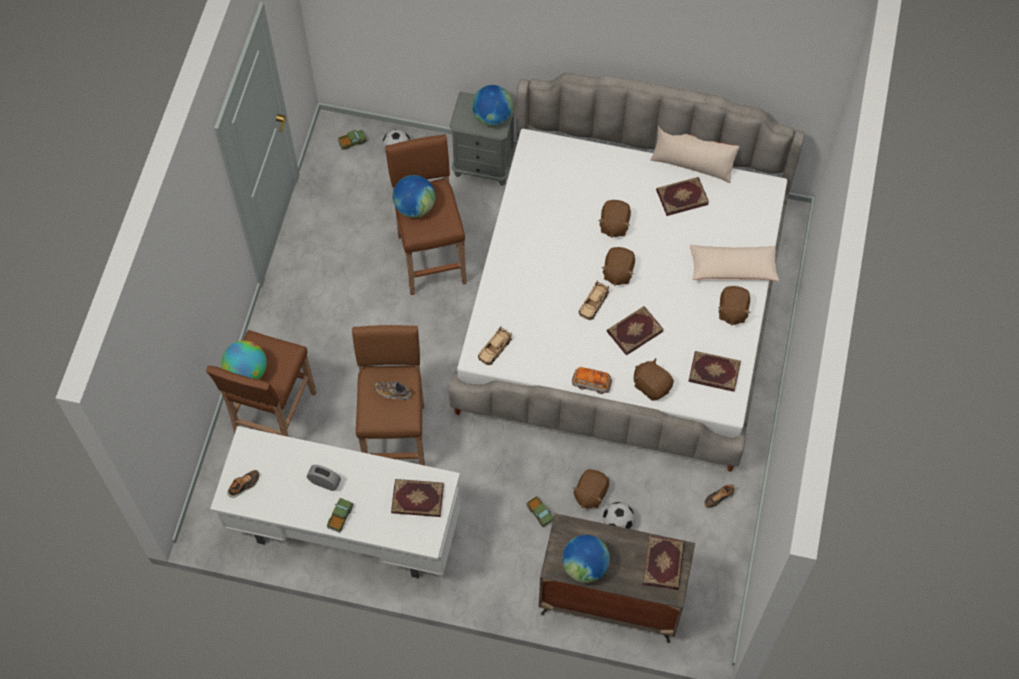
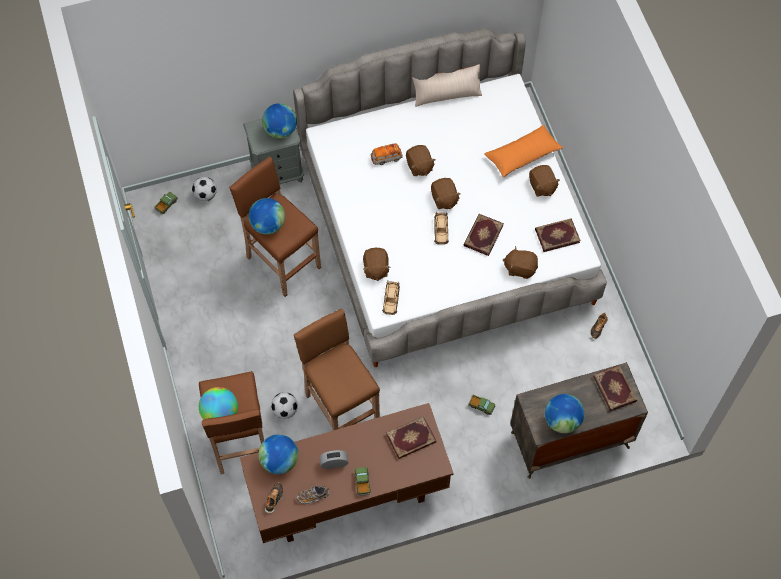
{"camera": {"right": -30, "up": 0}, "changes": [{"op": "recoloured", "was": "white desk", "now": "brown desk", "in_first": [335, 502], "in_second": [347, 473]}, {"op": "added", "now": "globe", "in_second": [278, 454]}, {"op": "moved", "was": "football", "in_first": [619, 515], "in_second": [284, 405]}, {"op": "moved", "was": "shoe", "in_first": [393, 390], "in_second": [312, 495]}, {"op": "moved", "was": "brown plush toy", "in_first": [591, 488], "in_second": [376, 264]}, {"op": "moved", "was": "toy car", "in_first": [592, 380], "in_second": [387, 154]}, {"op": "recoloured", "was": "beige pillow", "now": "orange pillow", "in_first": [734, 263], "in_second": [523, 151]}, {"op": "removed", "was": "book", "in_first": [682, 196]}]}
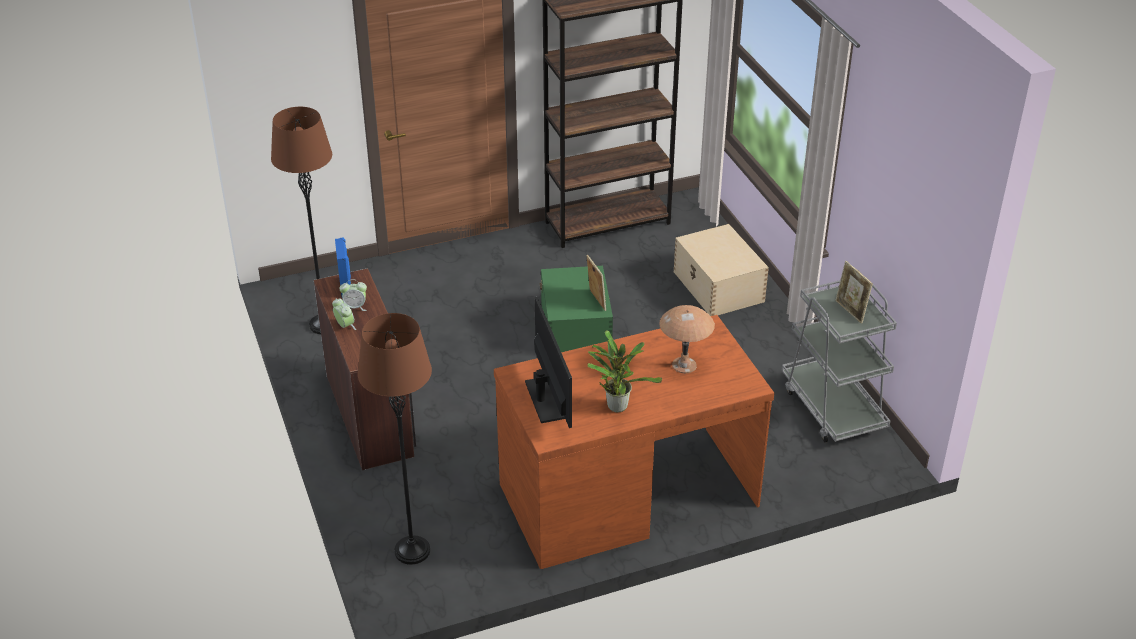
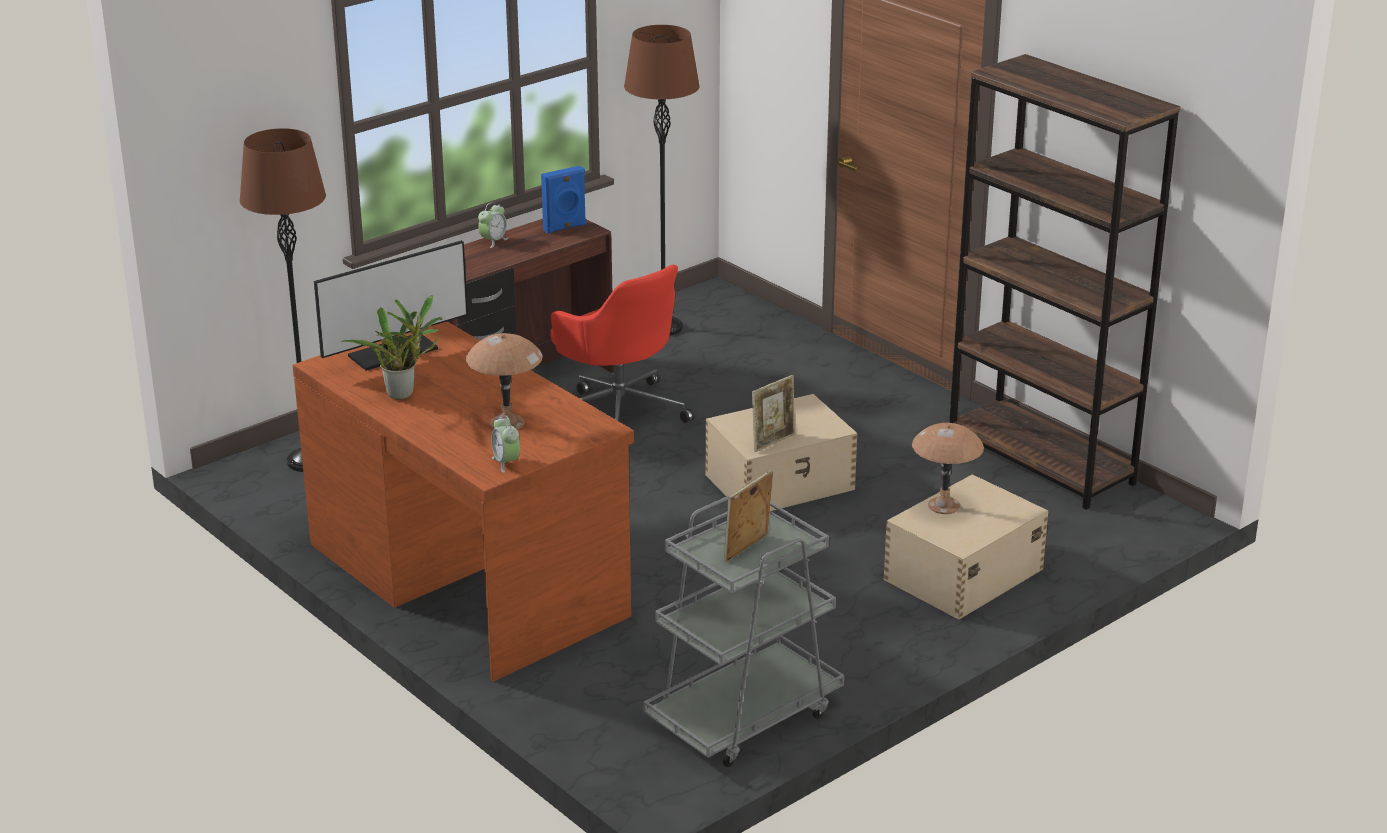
{"camera": {"right": 70, "up": -10}, "changes": [{"op": "moved", "was": "alarm clock", "in_first": [353, 295], "in_second": [505, 444]}, {"op": "added", "now": "red office chair", "in_second": [622, 343]}, {"op": "recoloured", "was": "green storage box", "now": "beige storage box", "in_first": [576, 309], "in_second": [781, 452]}, {"op": "added", "now": "brown table lamp", "in_second": [948, 468]}]}
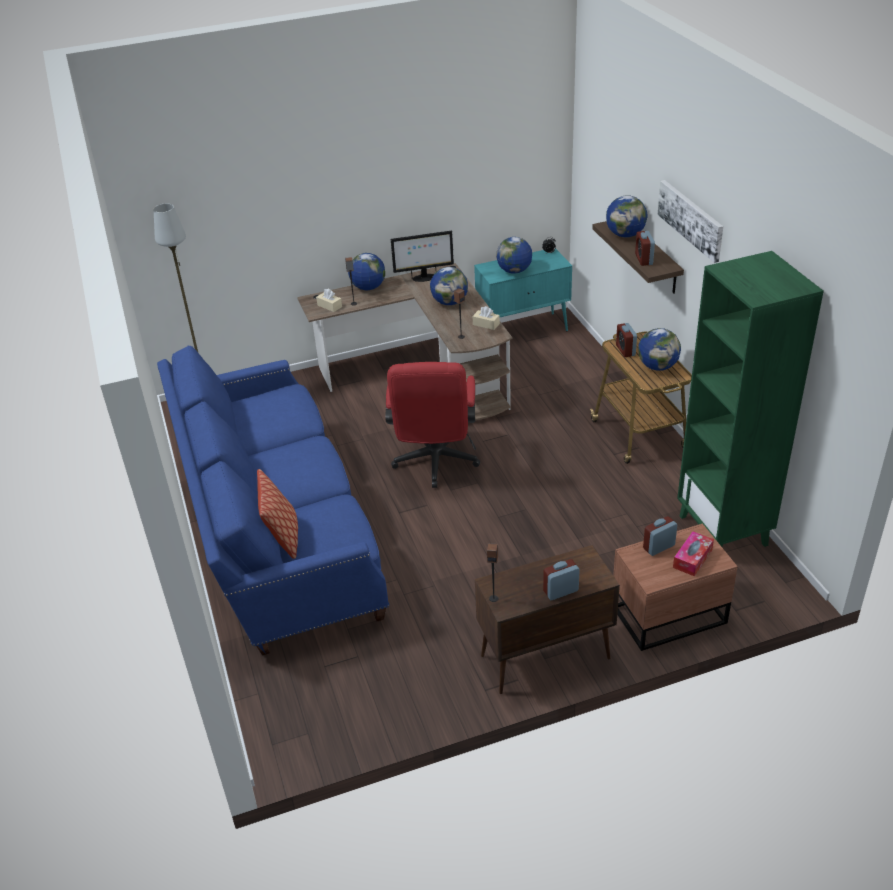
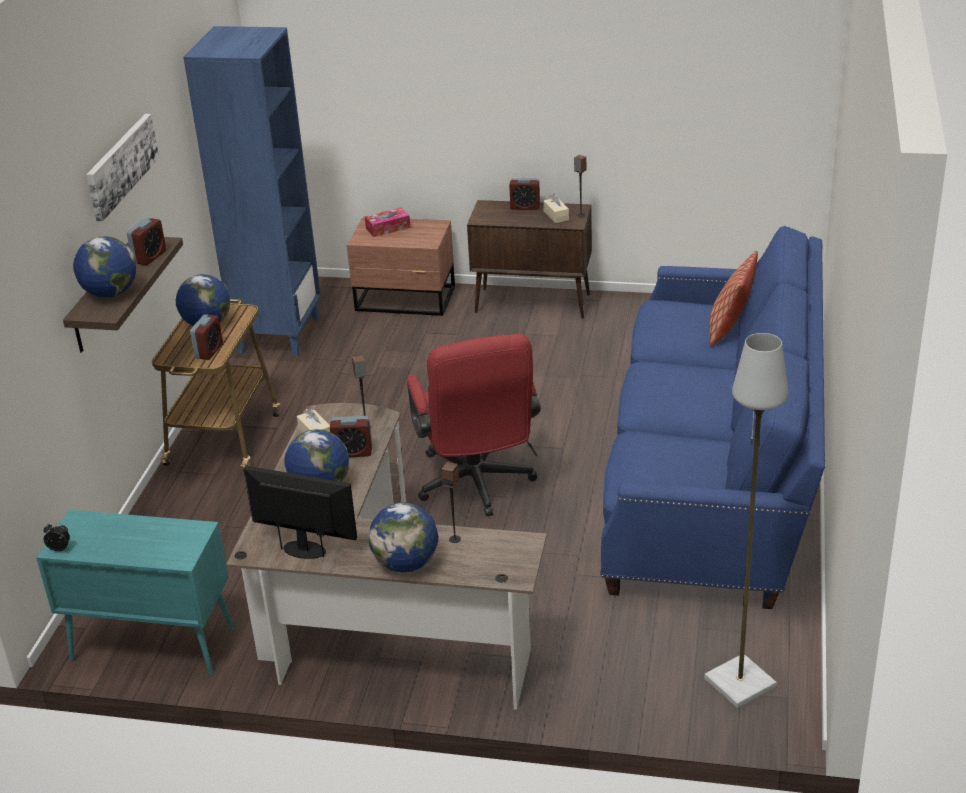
{"camera": {"right": -150, "up": -5}, "changes": [{"op": "recoloured", "was": "green bookcase", "now": "blue bookcase", "in_first": [750, 399], "in_second": [252, 191]}, {"op": "moved", "was": "alarm clock", "in_first": [660, 536], "in_second": [351, 436]}, {"op": "turned", "was": "red office chair", "in_first": [432, 425], "in_second": [474, 425], "clockwise": 135}, {"op": "moved", "was": "beige tissue box", "in_first": [329, 300], "in_second": [556, 208]}, {"op": "removed", "was": "globe", "in_first": [514, 255]}]}
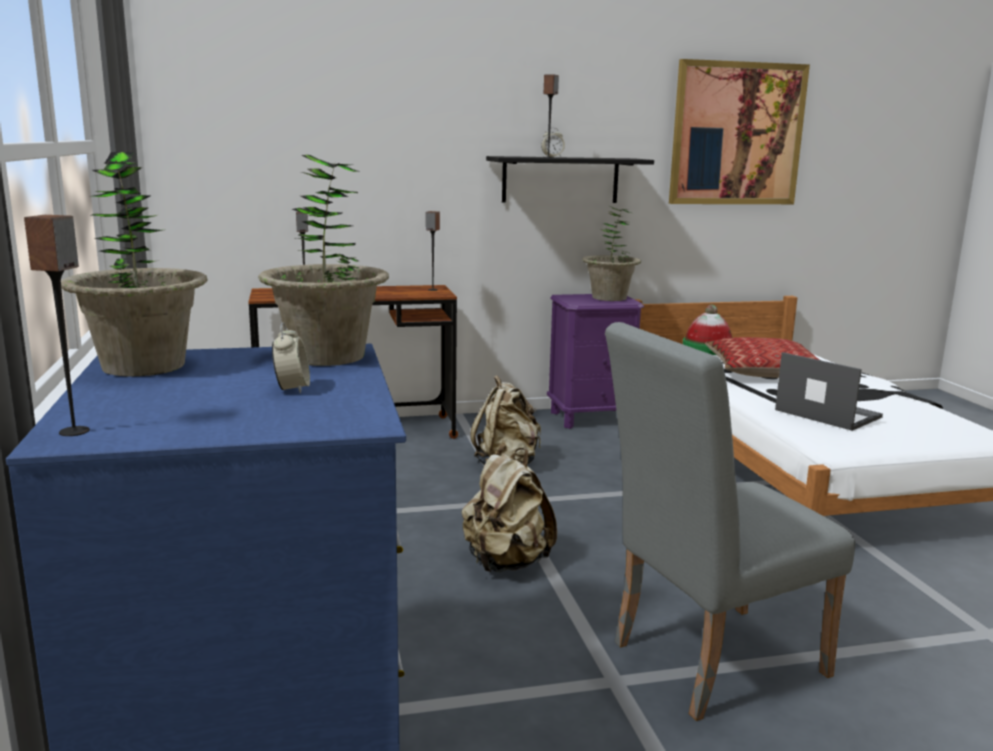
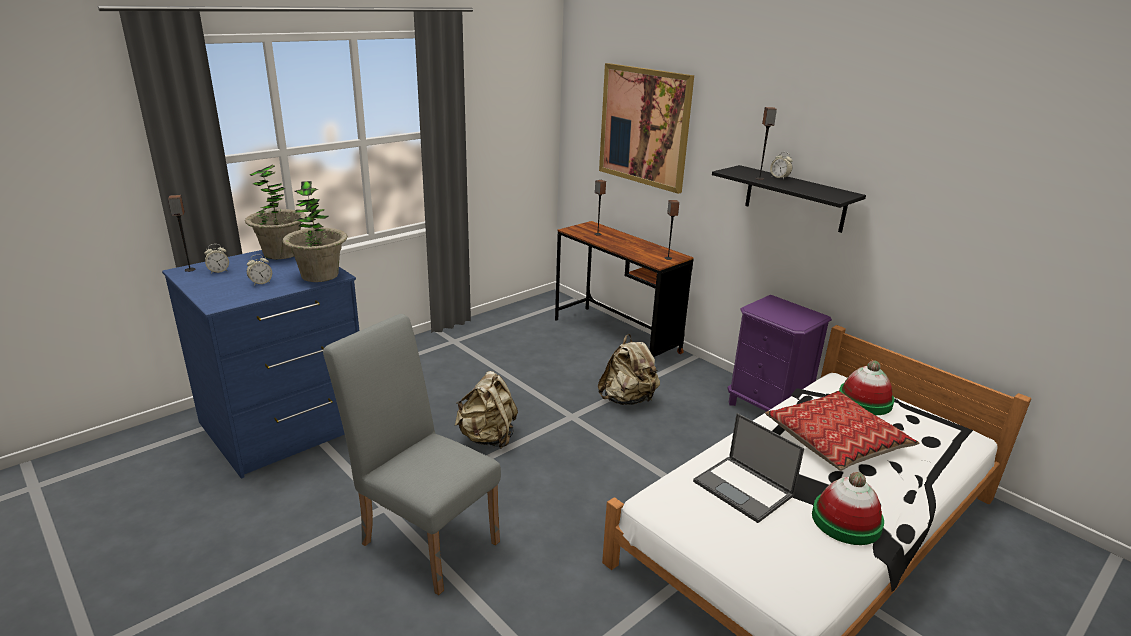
{"camera": {"right": 60, "up": 10}, "changes": [{"op": "added", "now": "alarm clock", "in_second": [216, 259]}, {"op": "moved", "was": "picture", "in_first": [739, 131], "in_second": [646, 128]}, {"op": "turned", "was": "laptop", "in_first": [829, 391], "in_second": [748, 468], "clockwise": 120}, {"op": "added", "now": "hat", "in_second": [848, 508]}, {"op": "removed", "was": "potted plant", "in_first": [611, 253]}]}
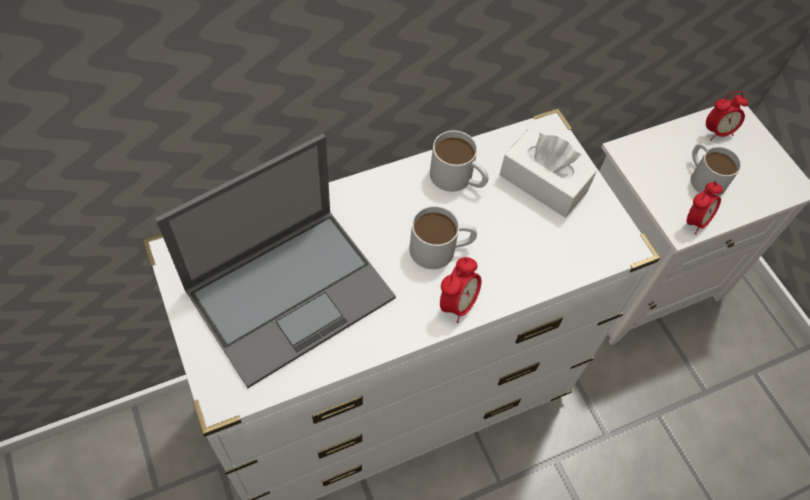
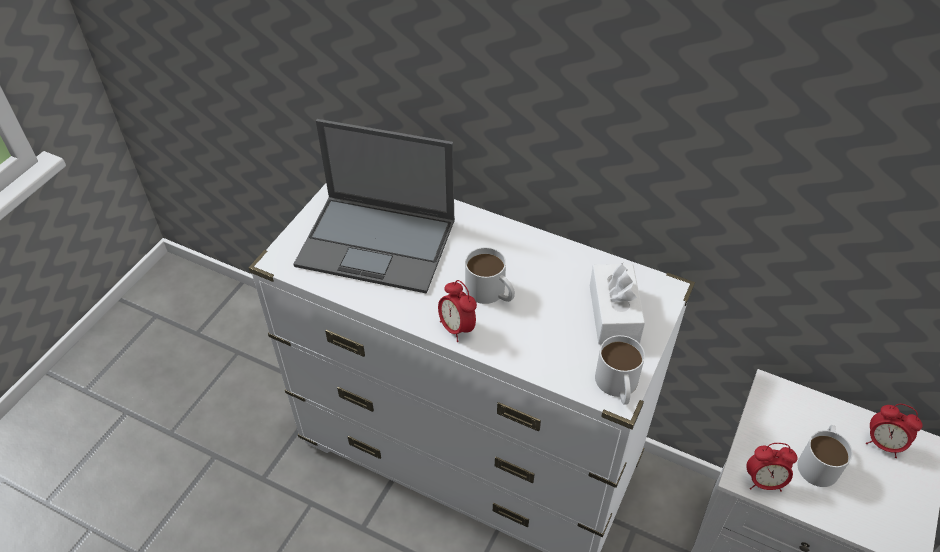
{"camera": {"right": 55, "up": -10}, "changes": [{"op": "turned", "was": "alarm clock", "in_first": [460, 290], "in_second": [457, 311], "clockwise": 60}, {"op": "moved", "was": "white mug", "in_first": [459, 161], "in_second": [620, 370]}]}
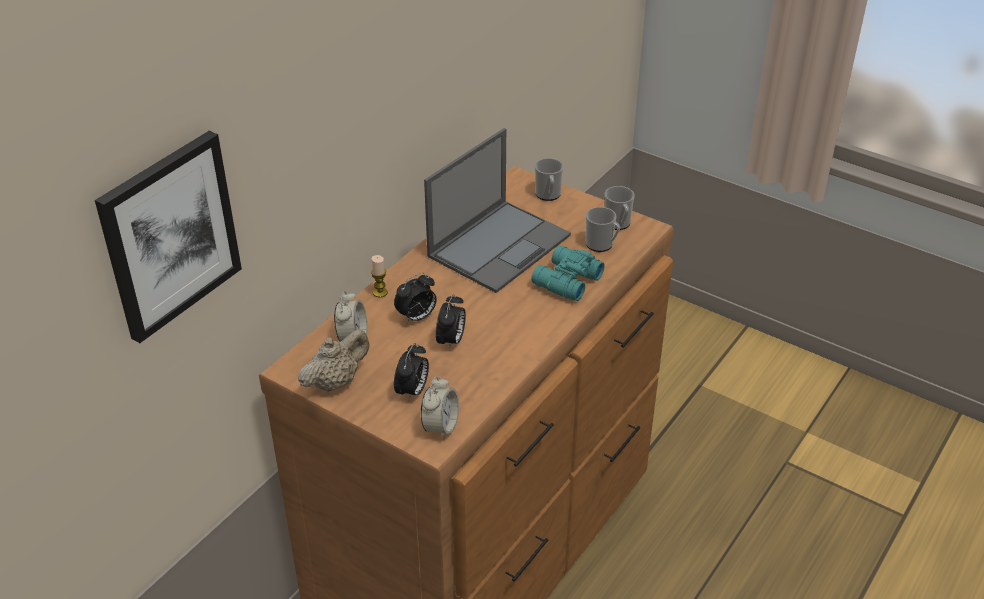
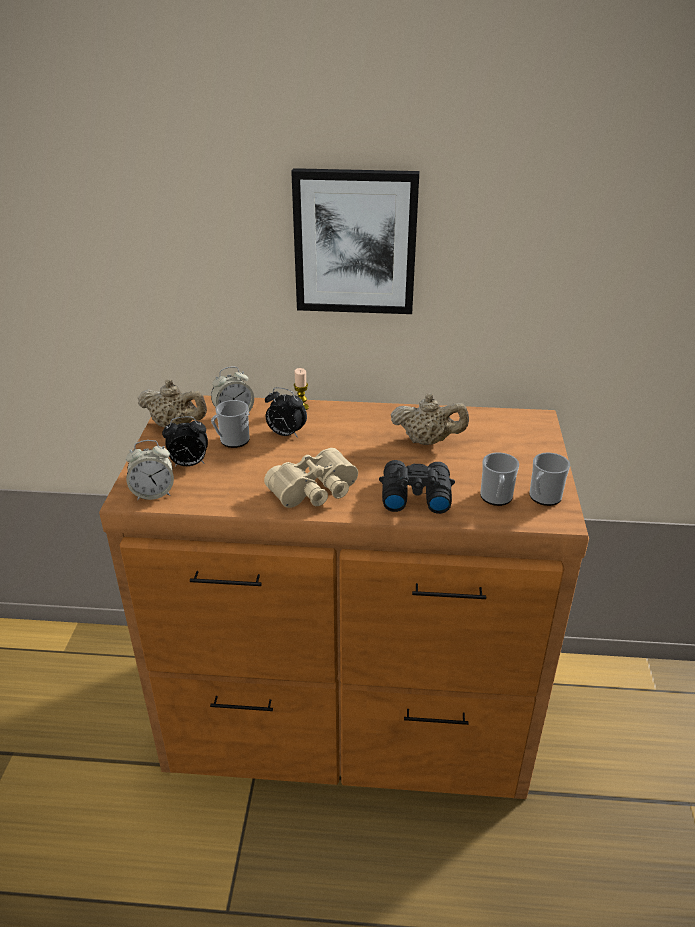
{"camera": {"right": 60, "up": -5}, "changes": [{"op": "moved", "was": "mug", "in_first": [549, 179], "in_second": [230, 424]}, {"op": "added", "now": "beige binoculars", "in_second": [311, 478]}, {"op": "moved", "was": "picture", "in_first": [168, 237], "in_second": [355, 241]}, {"op": "recoloured", "was": "turquoise binoculars", "now": "black binoculars", "in_first": [568, 273], "in_second": [417, 487]}, {"op": "replaced", "was": "laptop", "now": "beige teapot", "in_first": [497, 210], "in_second": [430, 419]}, {"op": "removed", "was": "alarm clock", "in_first": [451, 322]}]}
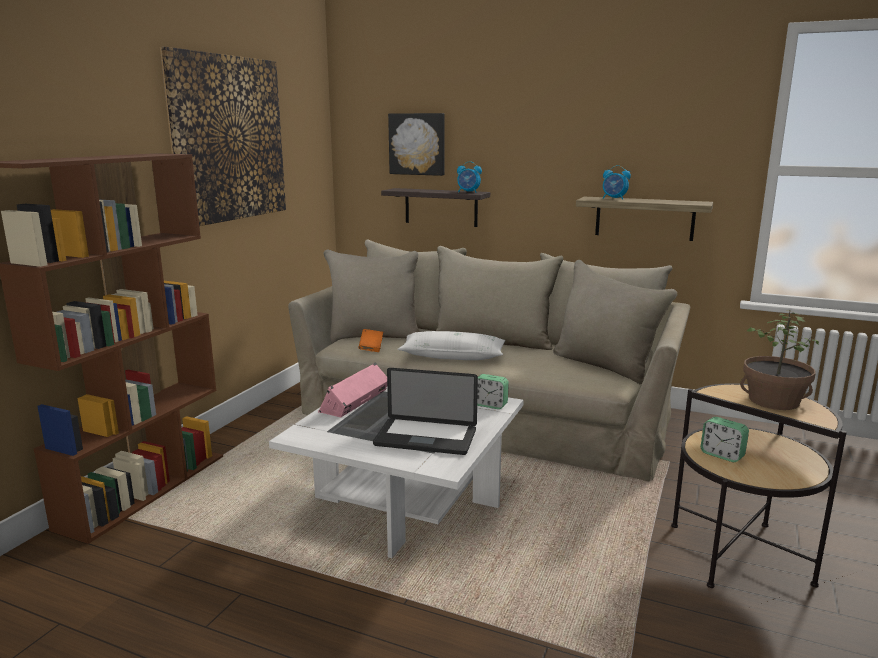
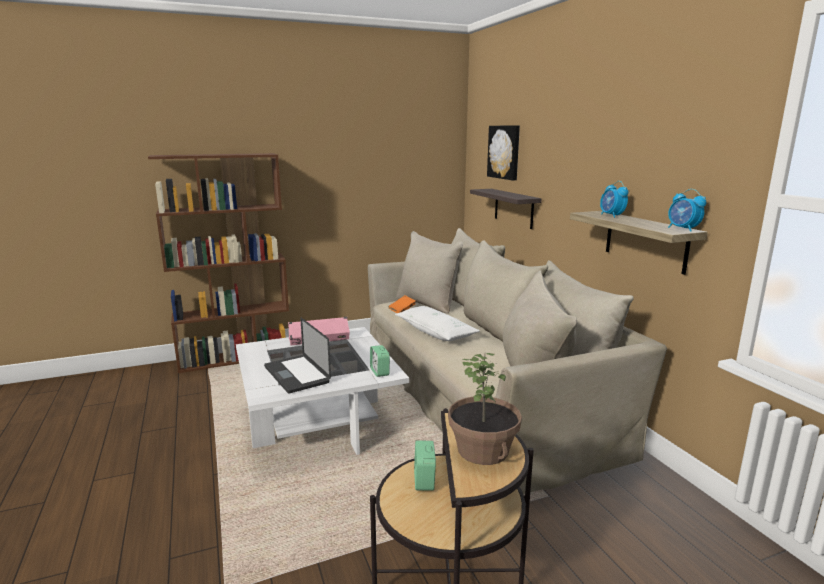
{"camera": {"right": 45, "up": 0}, "changes": [{"op": "moved", "was": "alarm clock", "in_first": [469, 177], "in_second": [687, 210]}, {"op": "removed", "was": "picture", "in_first": [223, 136]}]}
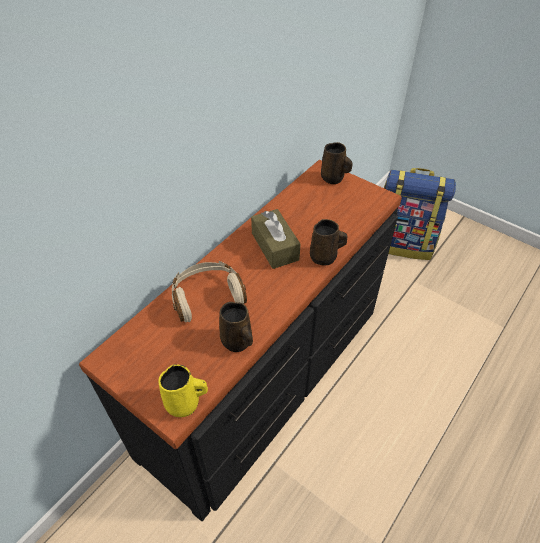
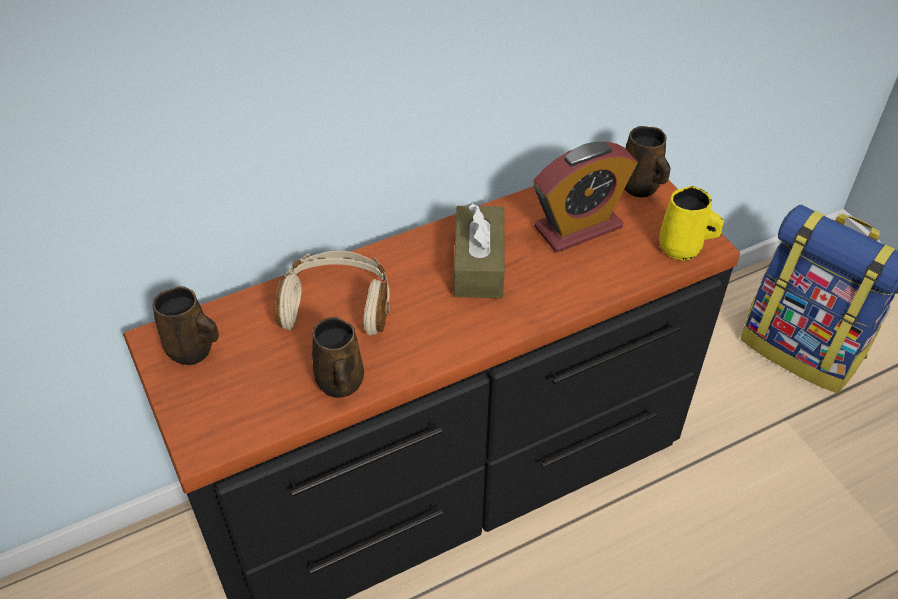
{"camera": {"right": 25, "up": 0}, "changes": [{"op": "moved", "was": "brown mug", "in_first": [329, 242], "in_second": [186, 325]}, {"op": "added", "now": "alarm clock", "in_second": [585, 197]}, {"op": "moved", "was": "yellow mug", "in_first": [183, 390], "in_second": [691, 223]}]}
